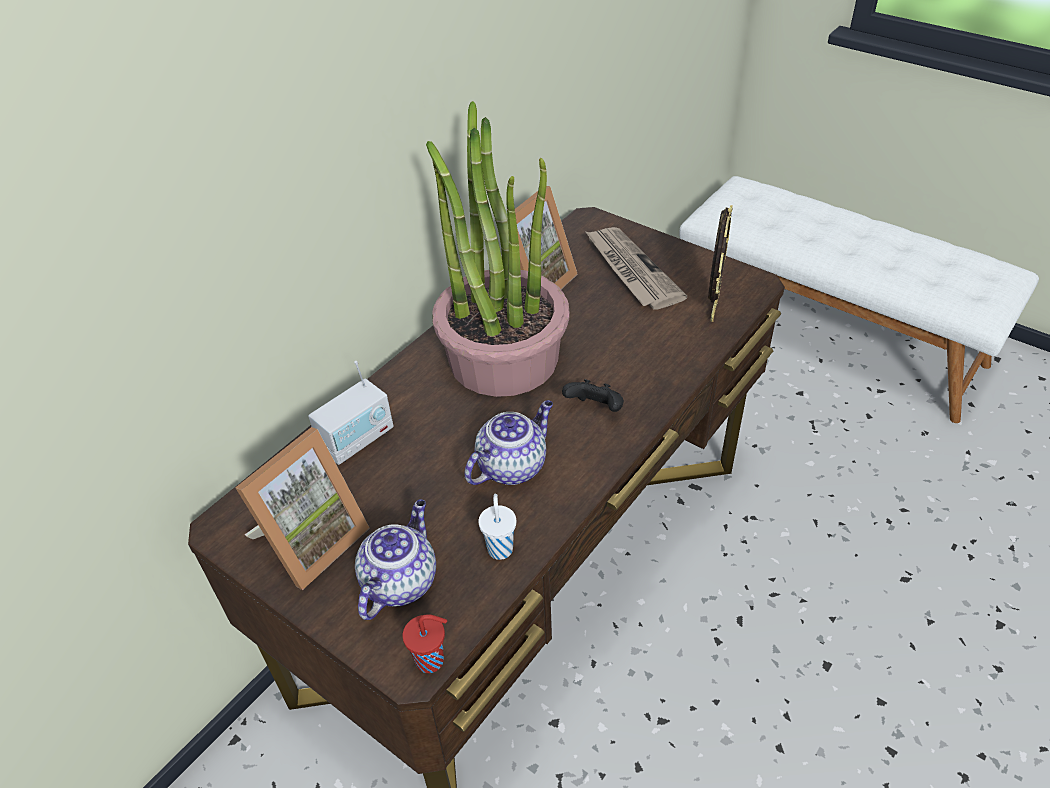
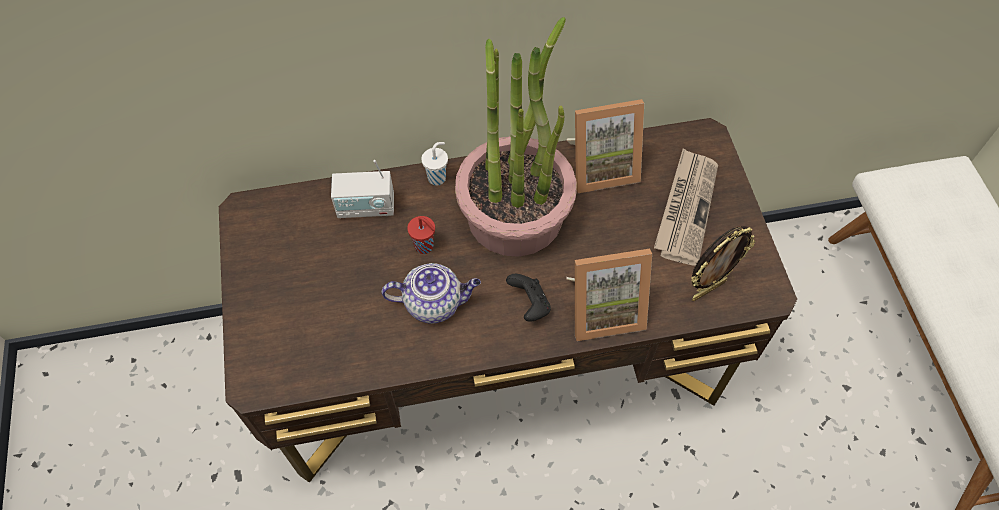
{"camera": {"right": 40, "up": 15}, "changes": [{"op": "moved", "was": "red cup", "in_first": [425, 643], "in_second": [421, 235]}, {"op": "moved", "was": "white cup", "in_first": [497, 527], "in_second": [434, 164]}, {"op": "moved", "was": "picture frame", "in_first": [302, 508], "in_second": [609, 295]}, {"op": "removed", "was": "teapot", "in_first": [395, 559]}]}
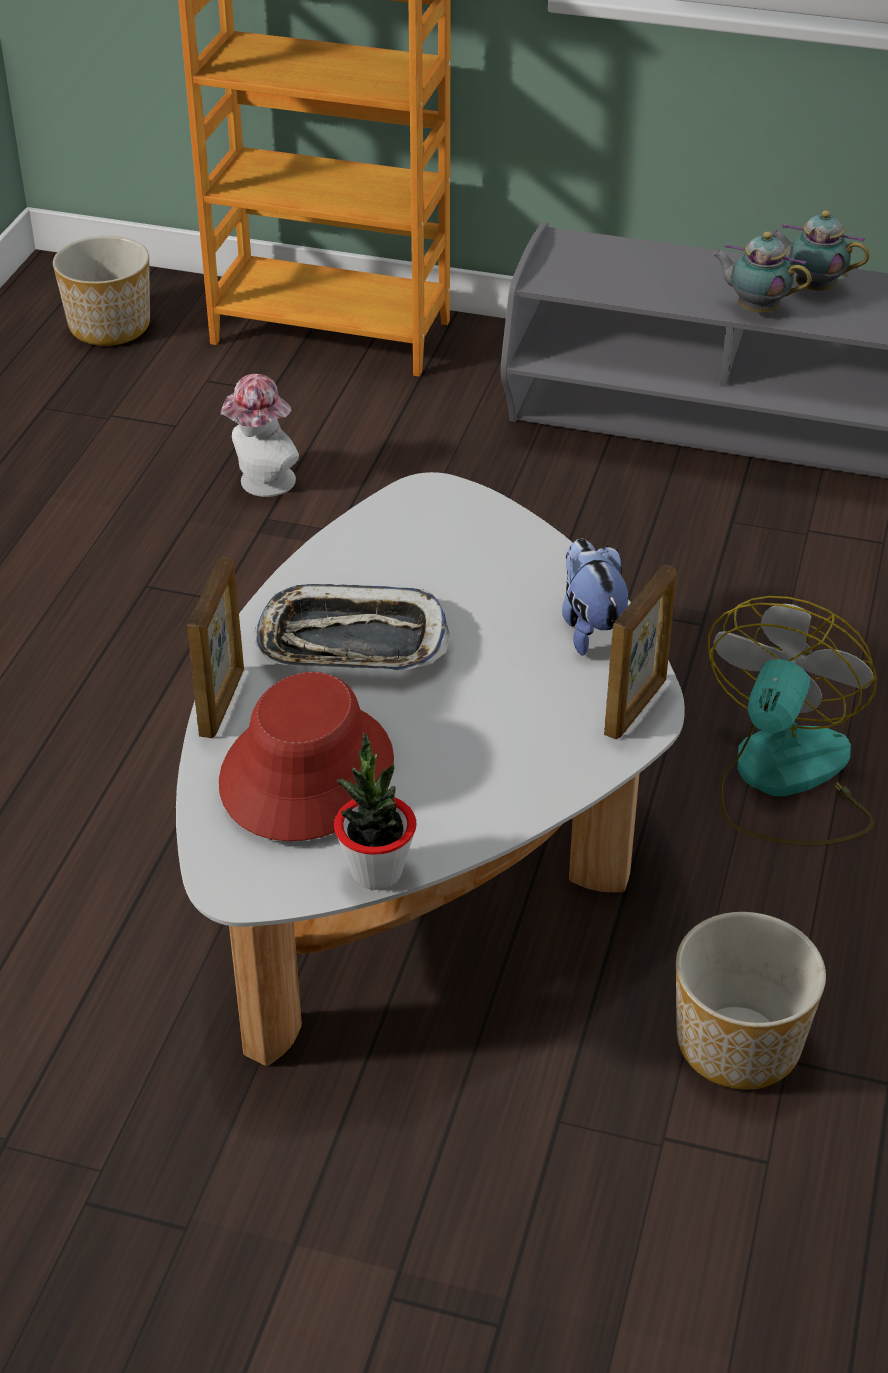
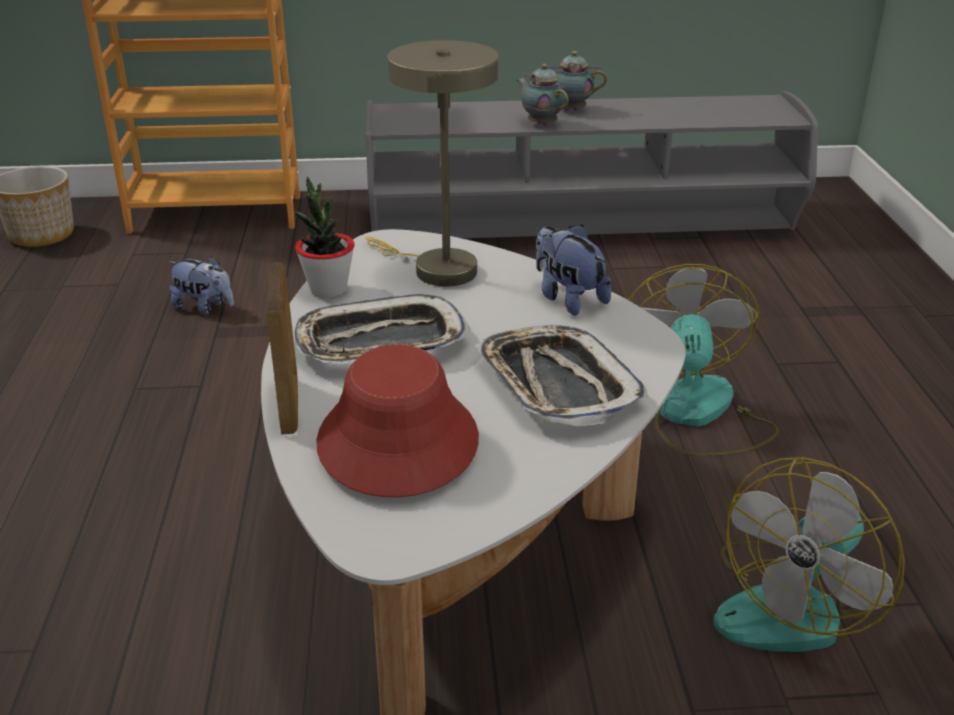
{"camera": {"right": -20, "up": -10}, "changes": [{"op": "replaced", "was": "hat", "now": "plush toy", "in_first": [259, 435], "in_second": [201, 285]}, {"op": "moved", "was": "potted plant", "in_first": [375, 811], "in_second": [324, 237]}, {"op": "added", "now": "beige table lamp", "in_second": [432, 163]}, {"op": "added", "now": "tray", "in_second": [561, 375]}, {"op": "turned", "was": "teapot", "in_first": [761, 272], "in_second": [543, 95], "clockwise": 45}, {"op": "replaced", "was": "planter", "now": "fan", "in_first": [751, 1000], "in_second": [809, 554]}, {"op": "removed", "was": "picture frame", "in_first": [640, 652]}]}
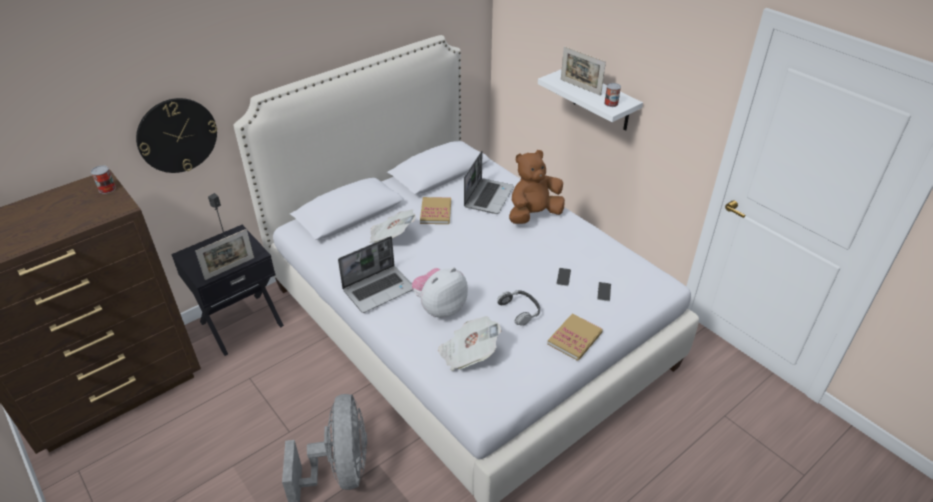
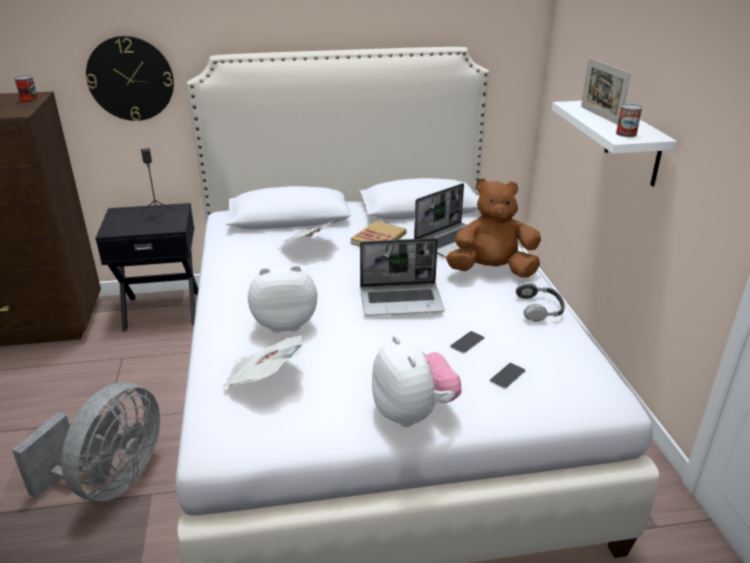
{"camera": {"right": 30, "up": -10}, "changes": [{"op": "moved", "was": "laptop", "in_first": [375, 274], "in_second": [402, 277]}, {"op": "replaced", "was": "book", "now": "plush toy", "in_first": [575, 337], "in_second": [416, 381]}, {"op": "moved", "was": "headphones", "in_first": [518, 308], "in_second": [540, 302]}, {"op": "removed", "was": "picture frame", "in_first": [224, 254]}]}
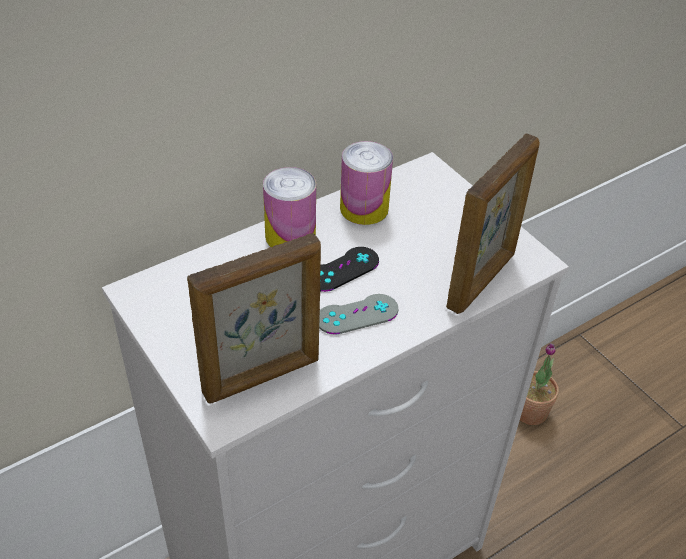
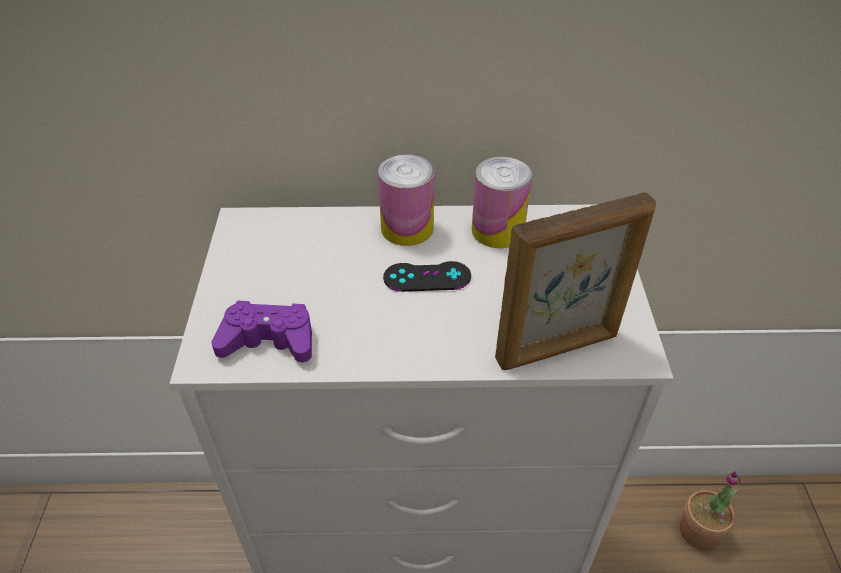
{"camera": {"right": 35, "up": 0}, "changes": [{"op": "replaced", "was": "picture frame", "now": "purple game controller", "in_first": [254, 318], "in_second": [261, 331]}, {"op": "removed", "was": "grey game controller", "in_first": [358, 314]}]}
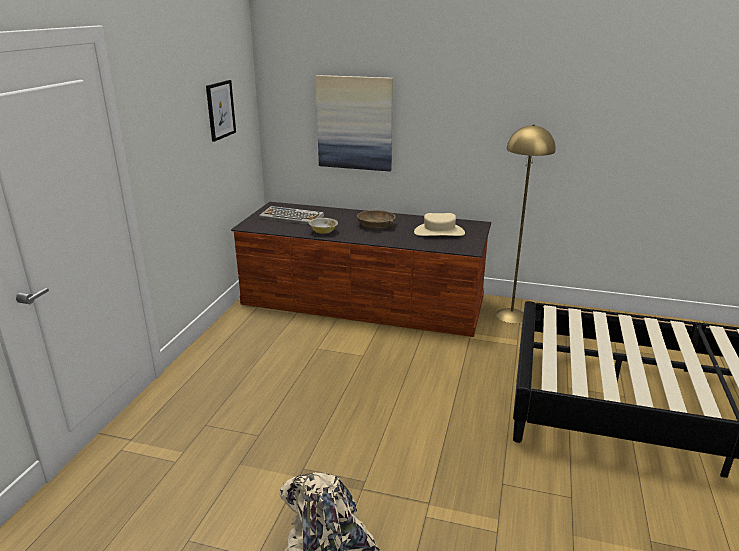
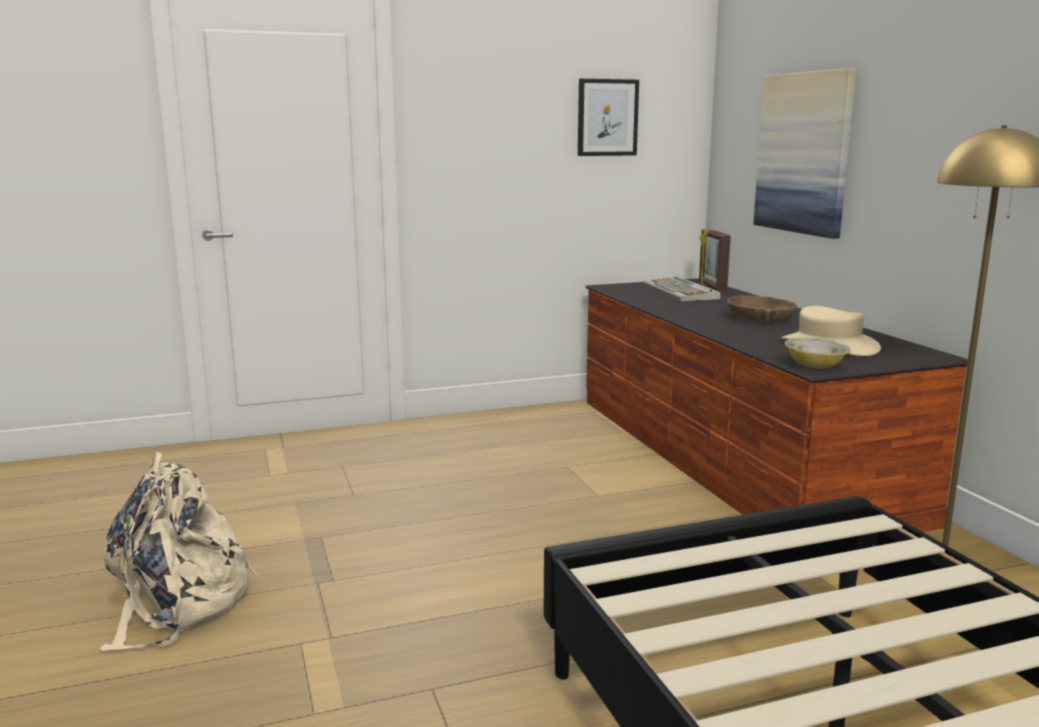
{"camera": {"right": 55, "up": -10}, "changes": [{"op": "added", "now": "picture frame", "in_second": [715, 260]}, {"op": "moved", "was": "bowl", "in_first": [323, 226], "in_second": [818, 352]}]}
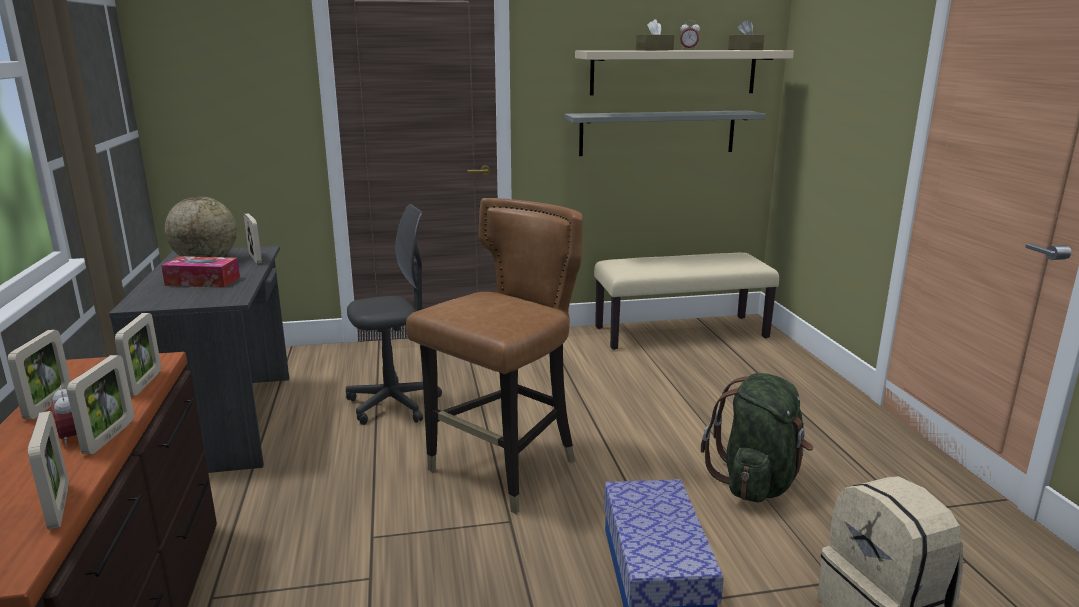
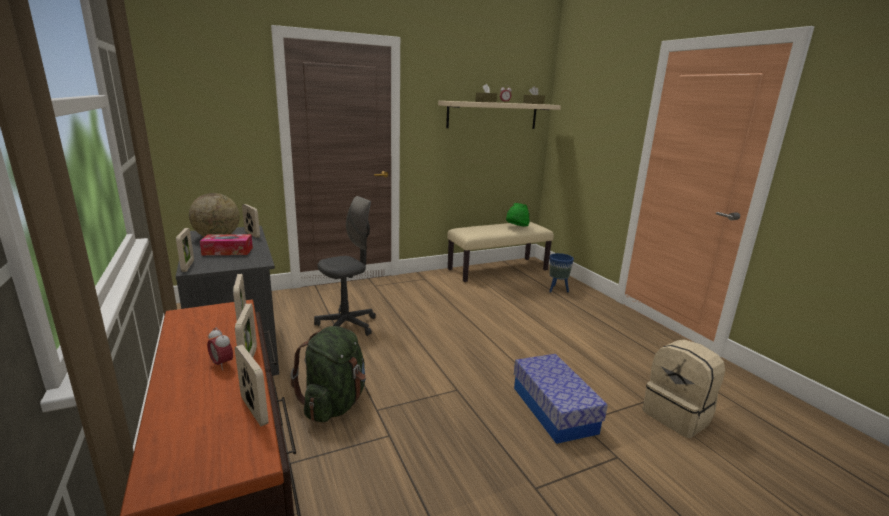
{"camera": {"right": -15, "up": 0}, "changes": [{"op": "moved", "was": "picture frame", "in_first": [39, 374], "in_second": [185, 250]}, {"op": "moved", "was": "green backpack", "in_first": [757, 437], "in_second": [328, 374]}, {"op": "added", "now": "green hat", "in_second": [518, 215]}, {"op": "added", "now": "blue planter", "in_second": [561, 273]}, {"op": "removed", "was": "brown chair", "in_first": [494, 356]}, {"op": "removed", "was": "grey shelf", "in_first": [665, 133]}]}
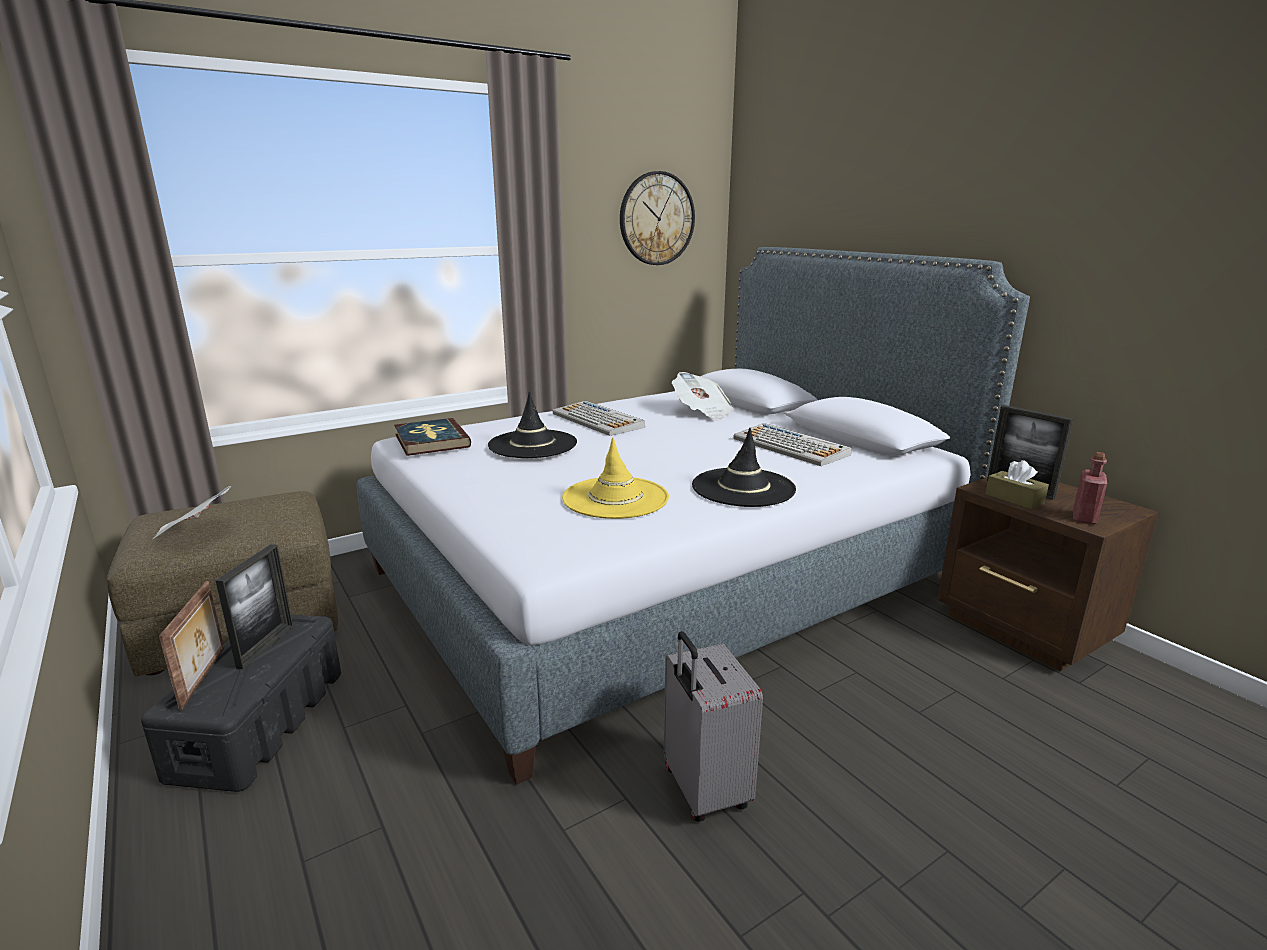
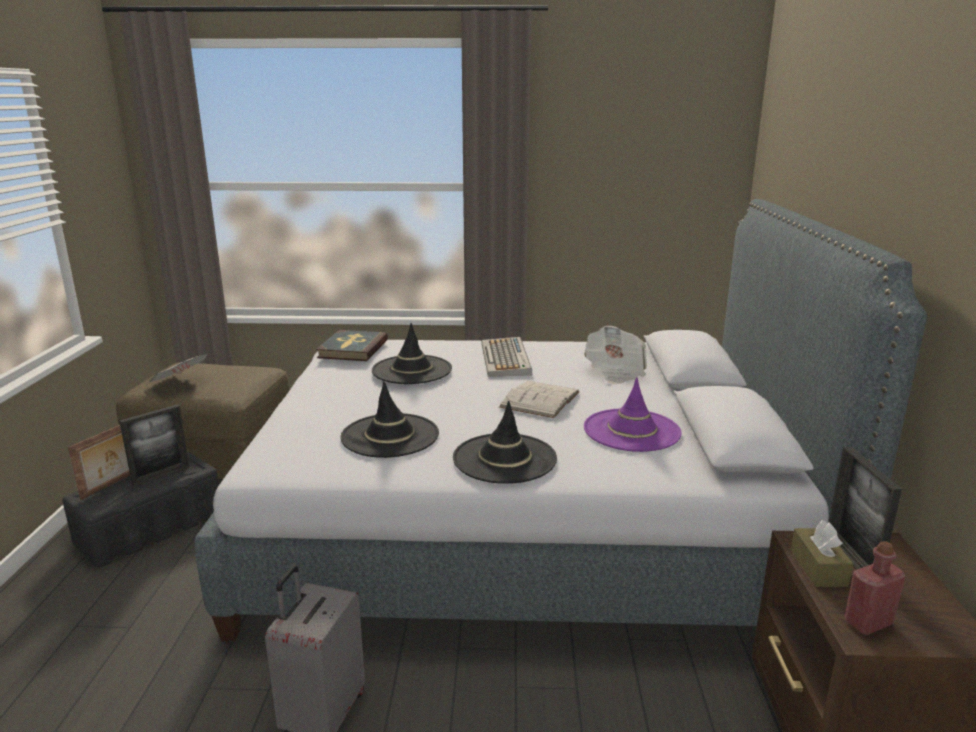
{"camera": {"right": 35, "up": 0}, "changes": [{"op": "recoloured", "was": "yellow hat", "now": "black hat", "in_first": [615, 478], "in_second": [389, 419]}, {"op": "added", "now": "white book", "in_second": [539, 399]}, {"op": "replaced", "was": "keyboard", "now": "purple hat", "in_first": [793, 444], "in_second": [633, 415]}, {"op": "removed", "was": "wall clock", "in_first": [657, 218]}]}
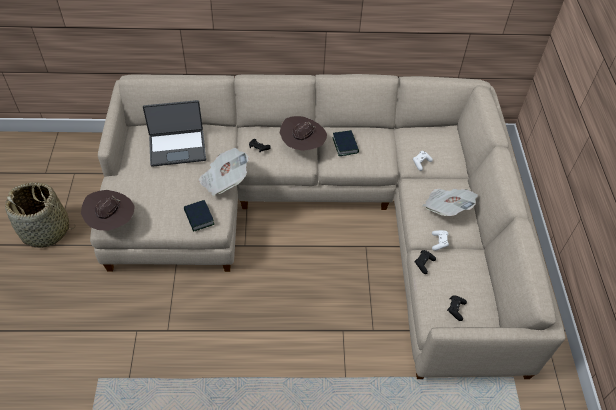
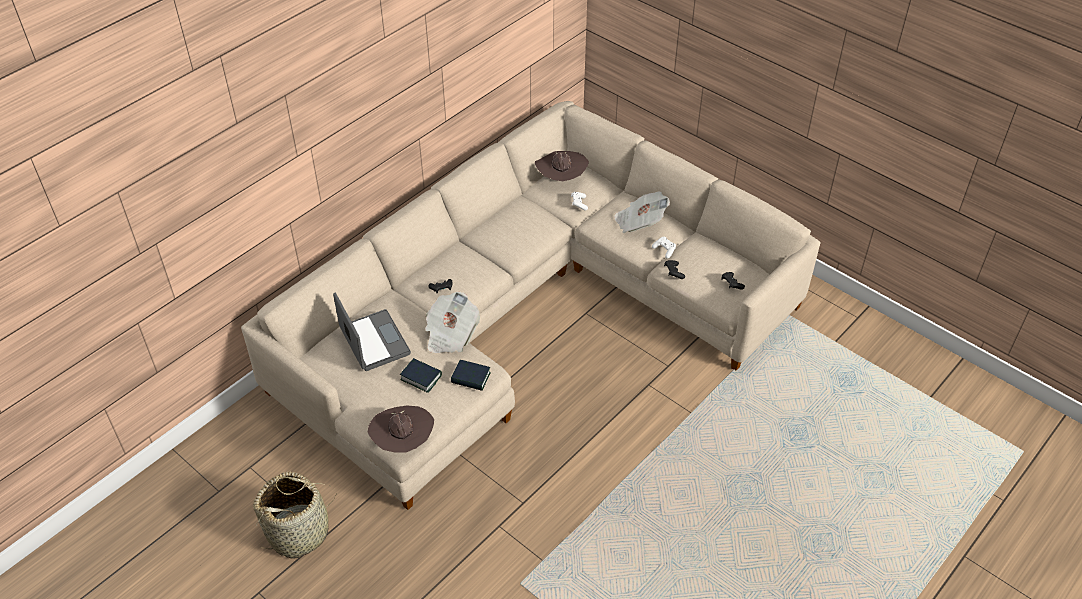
{"camera": {"right": -45, "up": -5}, "changes": [{"op": "turned", "was": "laptop", "in_first": [174, 133], "in_second": [372, 332], "clockwise": -60}, {"op": "moved", "was": "book", "in_first": [345, 143], "in_second": [421, 375]}, {"op": "moved", "was": "brown hat", "in_first": [303, 133], "in_second": [562, 166]}]}
